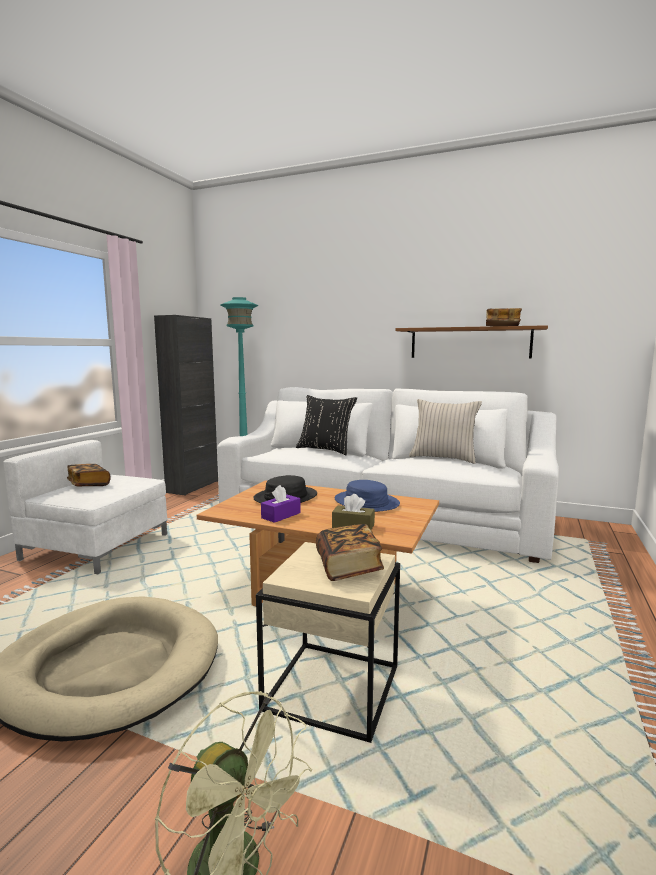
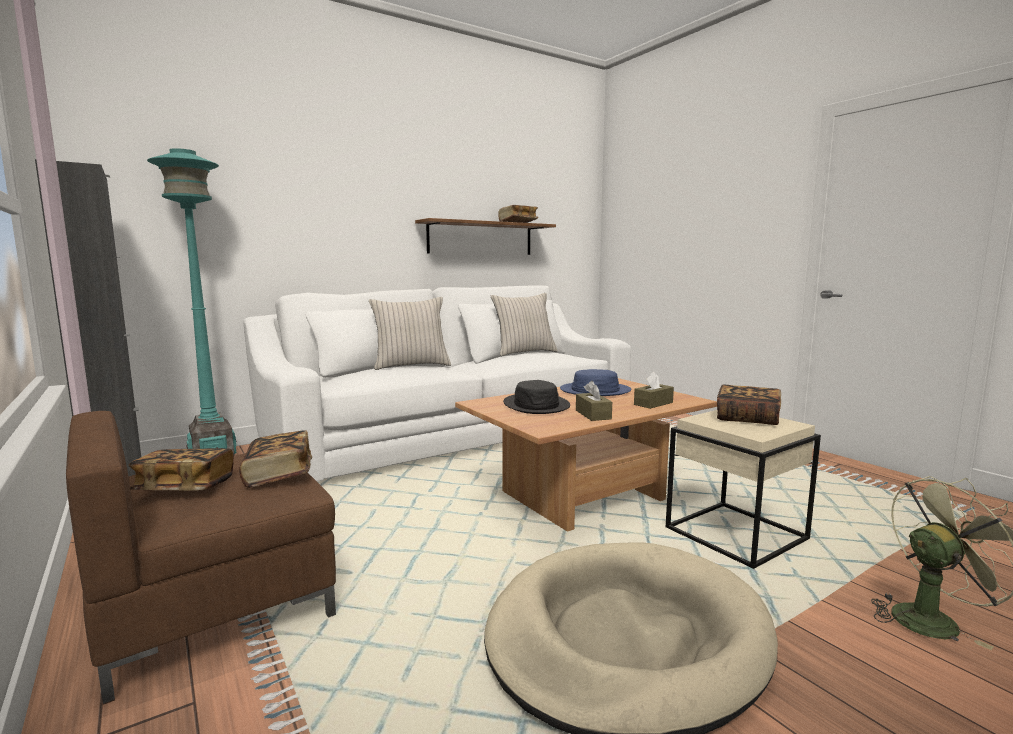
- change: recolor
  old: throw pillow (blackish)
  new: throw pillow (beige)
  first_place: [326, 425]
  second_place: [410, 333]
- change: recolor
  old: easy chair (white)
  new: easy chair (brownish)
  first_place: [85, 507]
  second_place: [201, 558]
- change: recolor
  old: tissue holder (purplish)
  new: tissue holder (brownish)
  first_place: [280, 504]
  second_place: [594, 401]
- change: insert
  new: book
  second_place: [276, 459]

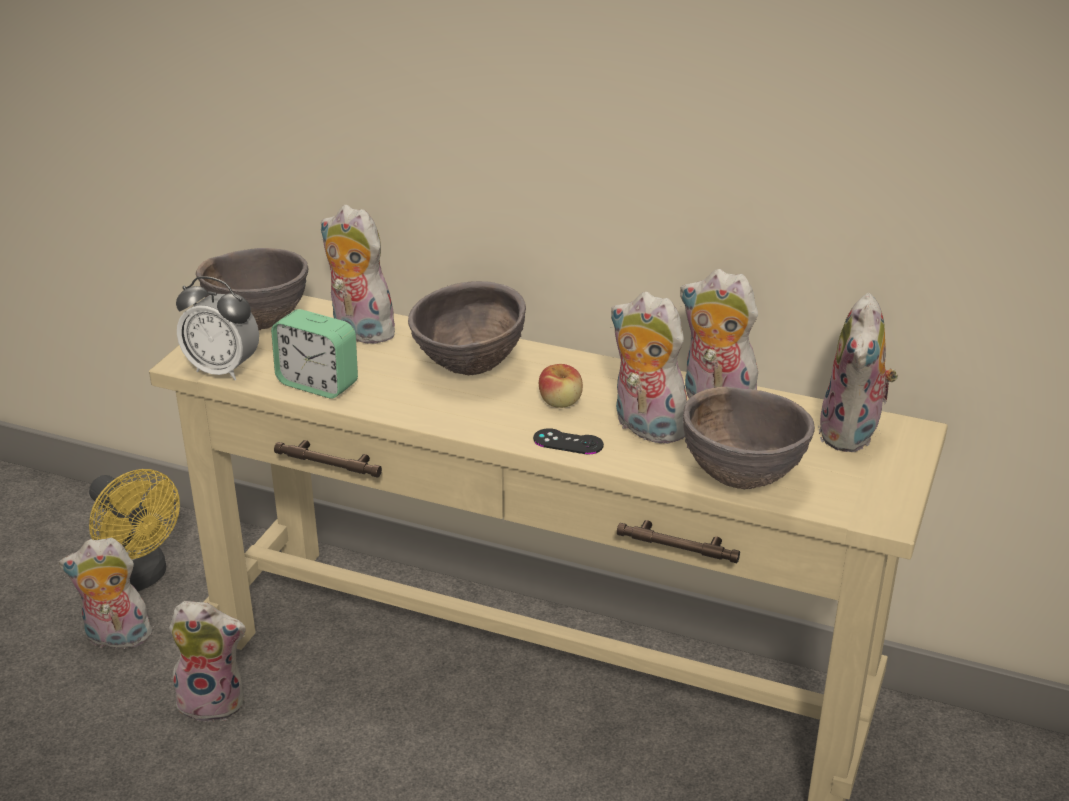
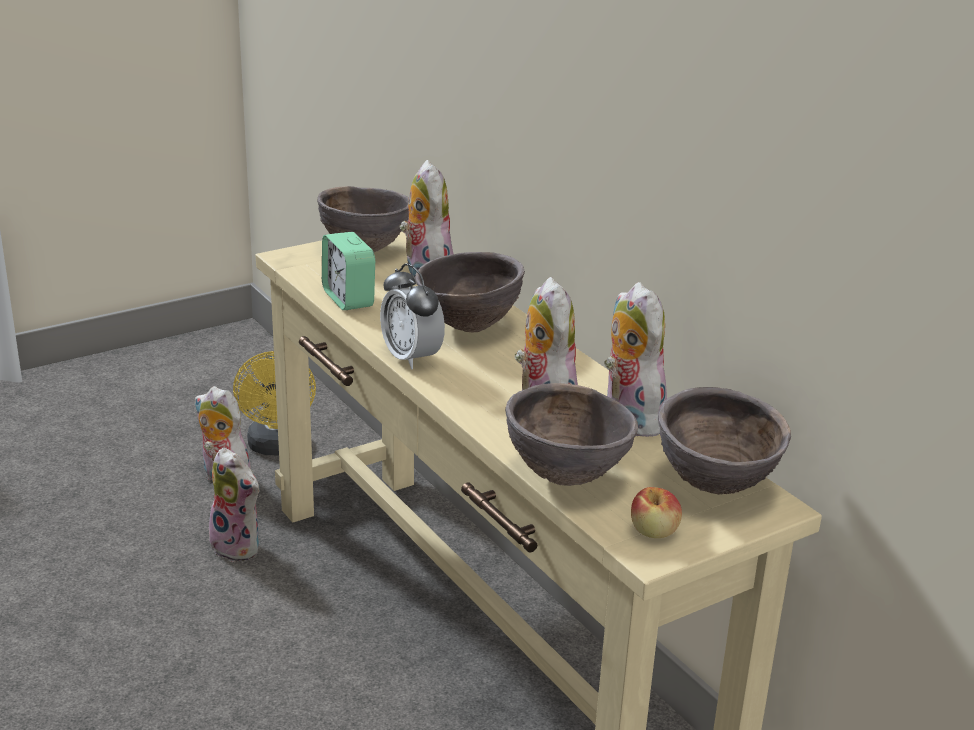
- change: move
  old: table clock
  first_place: [217, 328]
  second_place: [412, 316]
- change: replace
  old: plush toy
  new: bowl (brownish)
  first_place: [858, 372]
  second_place: [724, 441]
- change: move
  old: whole apple
  first_place: [561, 386]
  second_place: [656, 512]
- change: delete
  old: gamepad (blackish)
  first_place: [568, 441]

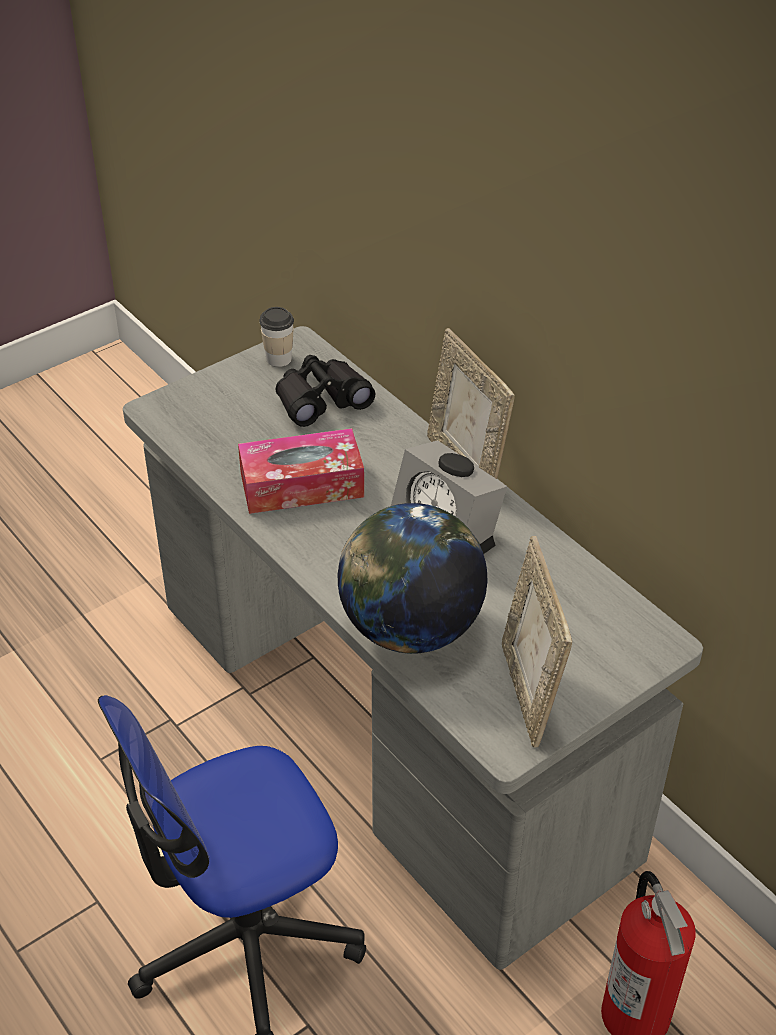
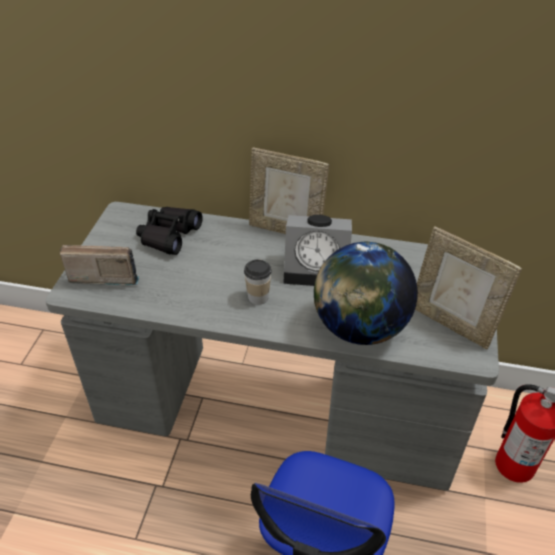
- change: move
  old: small cup
  first_place: [276, 337]
  second_place: [258, 282]
- change: delete
  old: tissue holder
  first_place: [301, 471]
- change: insert
  new: radio receiver
  second_place: [99, 265]

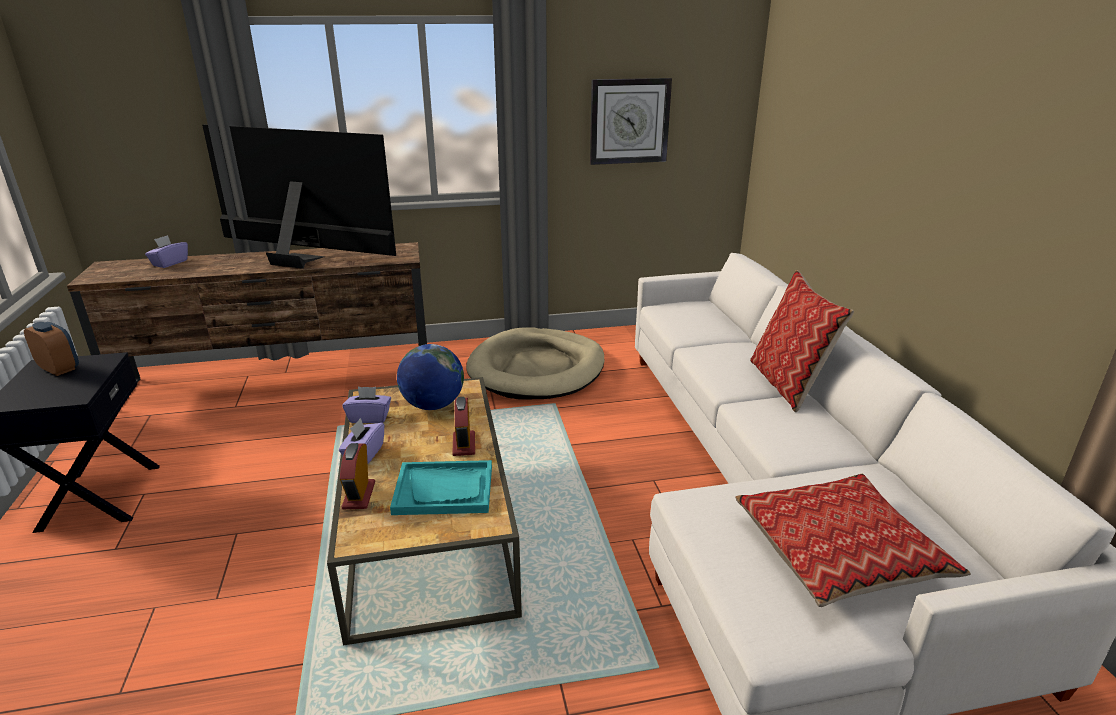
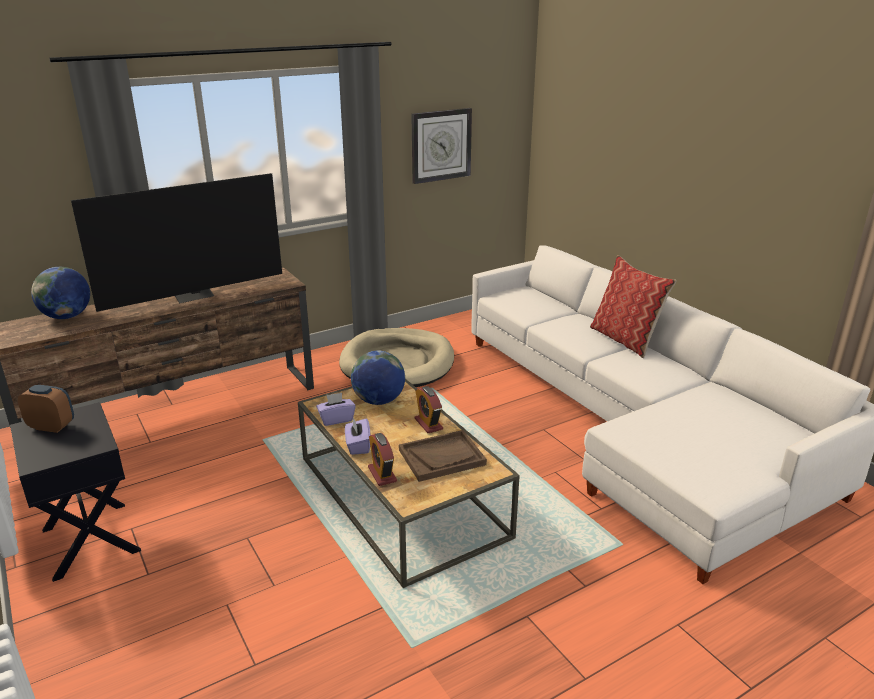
- change: rotate
  old: television
  first_place: [299, 196]
  second_place: [176, 242]
  degrees: 150
- change: replace
  old: tissue holder (purplish)
  new: globe
  first_place: [166, 251]
  second_place: [60, 293]
- change: recolor
  old: serving tray (turquoise)
  new: serving tray (brownish)
  first_place: [441, 487]
  second_place: [443, 456]
- change: delete
  old: throw pillow
  first_place: [853, 540]

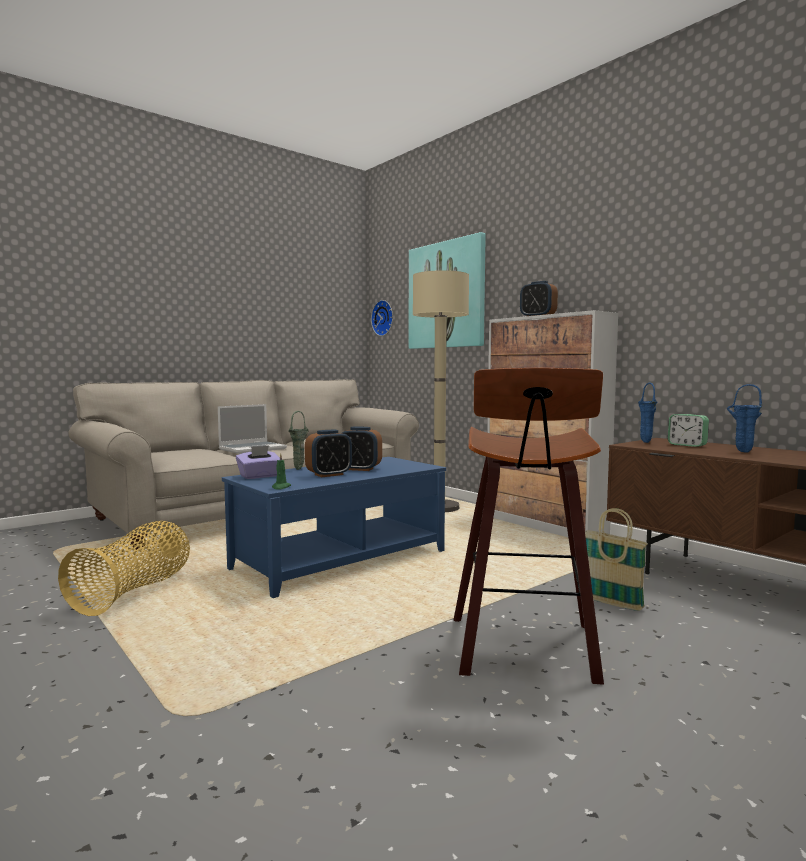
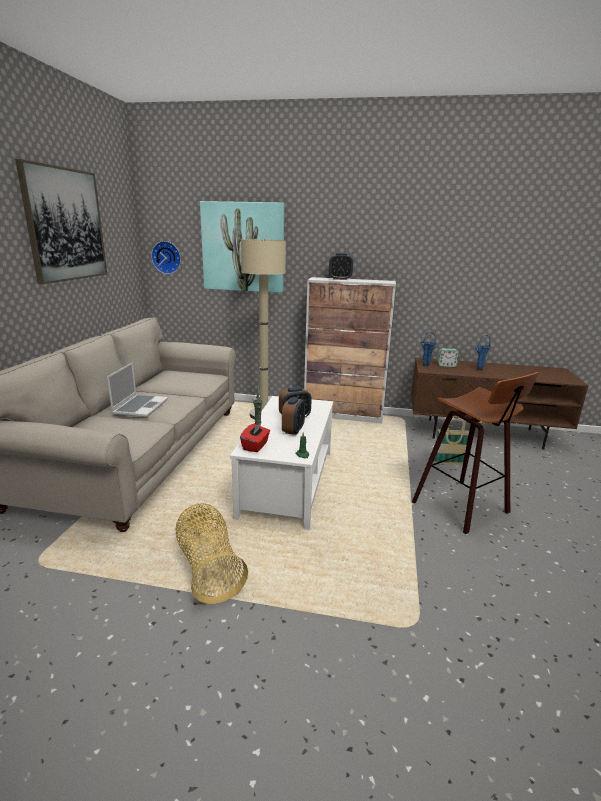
- change: recolor
  old: tissue holder (purplish)
  new: tissue holder (red)
  first_place: [258, 462]
  second_place: [255, 437]
- change: recolor
  old: lounge table (blue-coloured)
  new: lounge table (white)
  first_place: [334, 527]
  second_place: [281, 463]
- change: insert
  new: picture
  second_place: [61, 221]

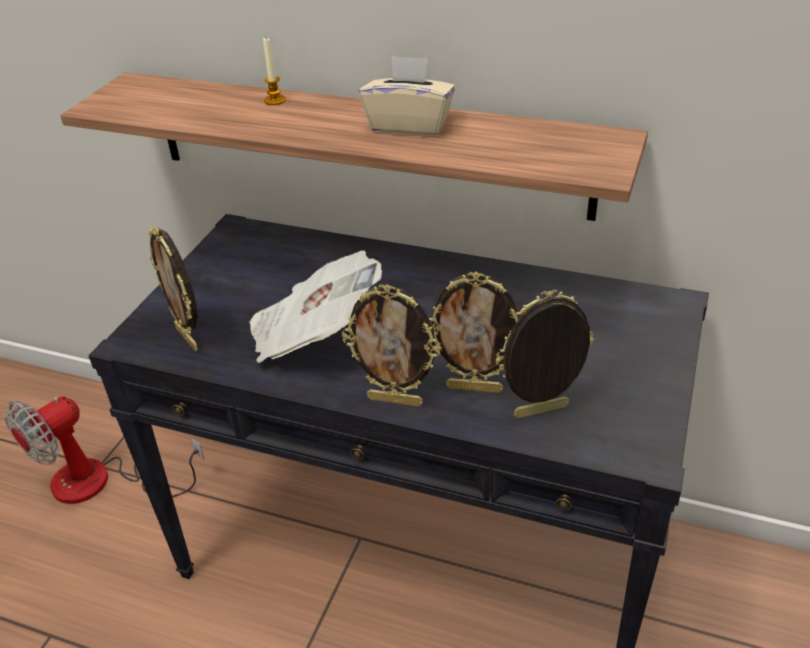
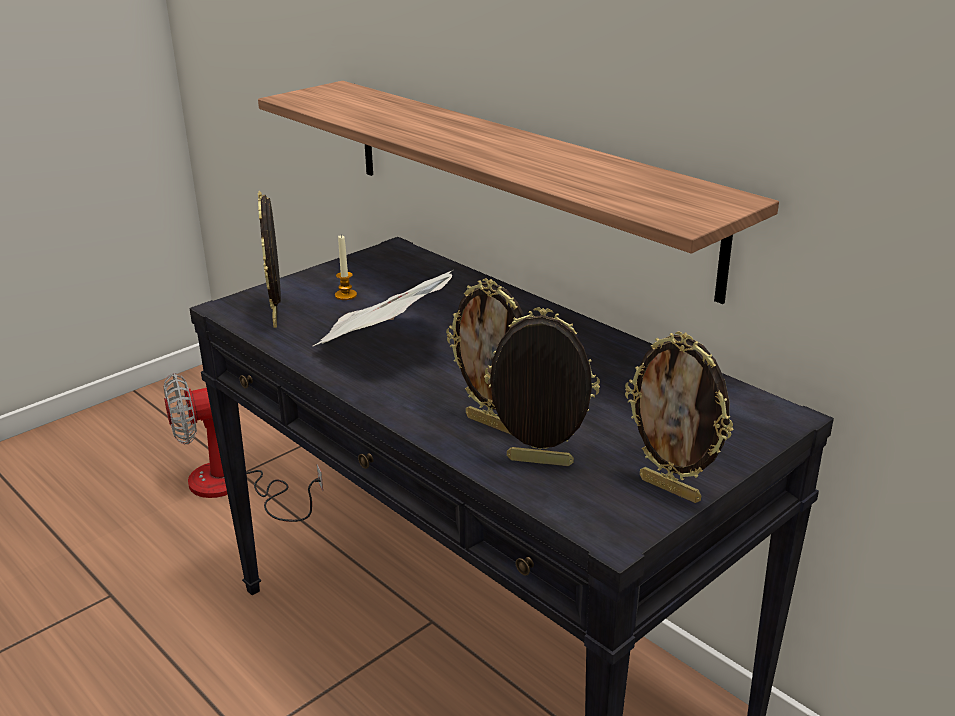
- change: move
  old: wax candle
  first_place: [274, 71]
  second_place: [346, 267]
- change: delete
  old: tissue holder (beige)
  first_place: [407, 96]
- change: move
  old: photo frame
  first_place: [391, 345]
  second_place: [679, 417]

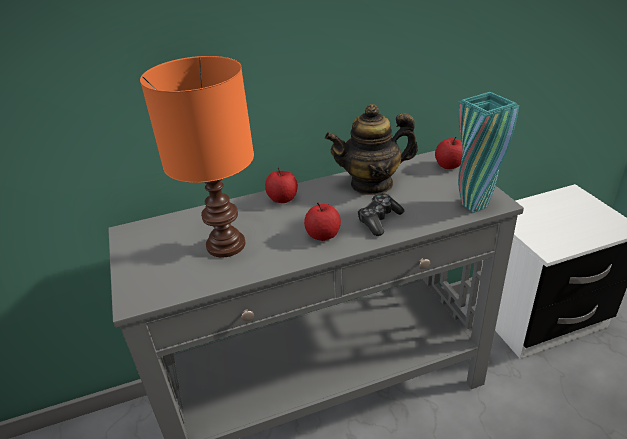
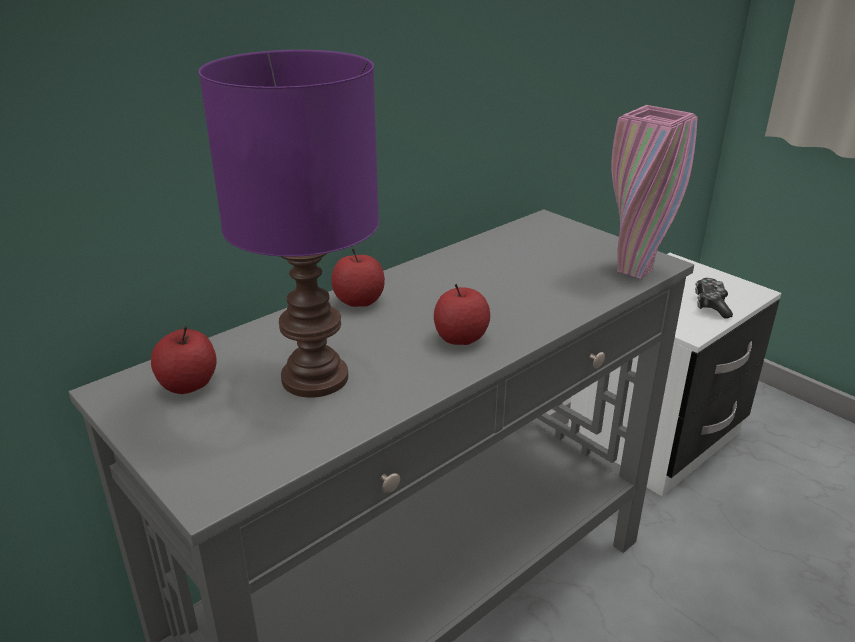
- change: recolor
  old: lamp for a table (orange)
  new: lamp for a table (purplish)
  first_place: [197, 156]
  second_place: [289, 224]
- change: recolor
  old: decorative vase (turquoise)
  new: decorative vase (pinkish)
  first_place: [488, 152]
  second_place: [654, 192]
- change: delete
  old: teapot
  first_place: [371, 149]
- change: move
  old: whole apple
  first_place: [449, 152]
  second_place: [183, 360]
- change: move
  old: gamepad
  first_place: [380, 214]
  second_place: [714, 298]

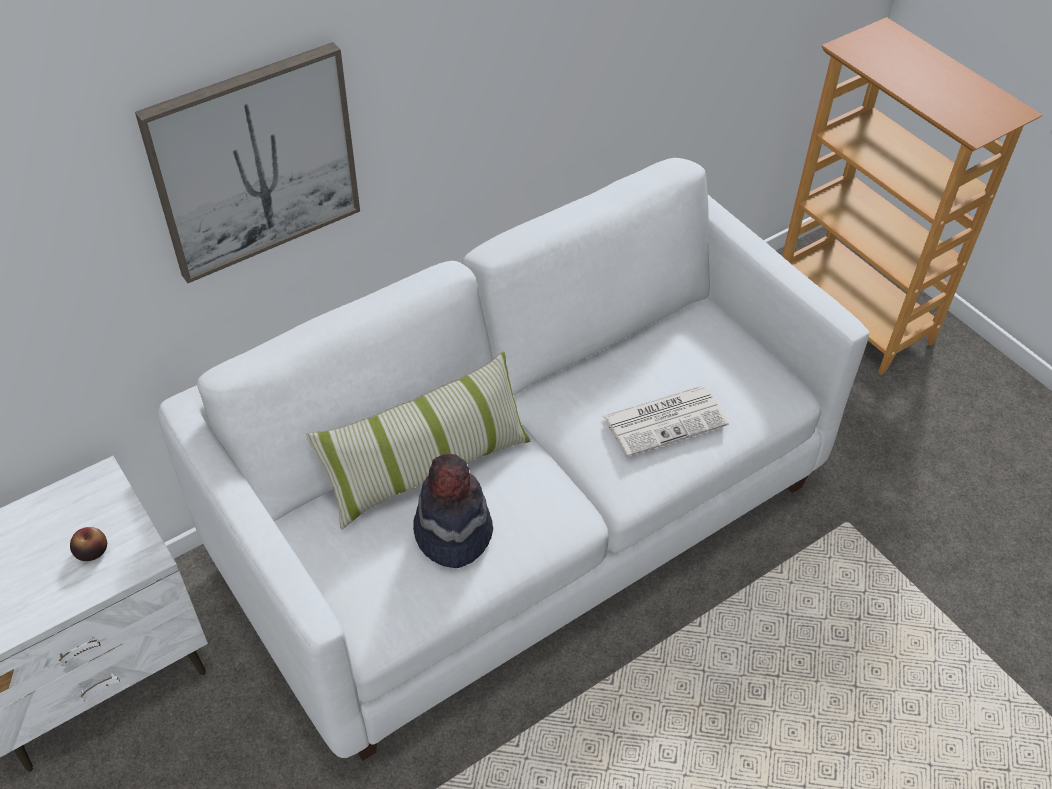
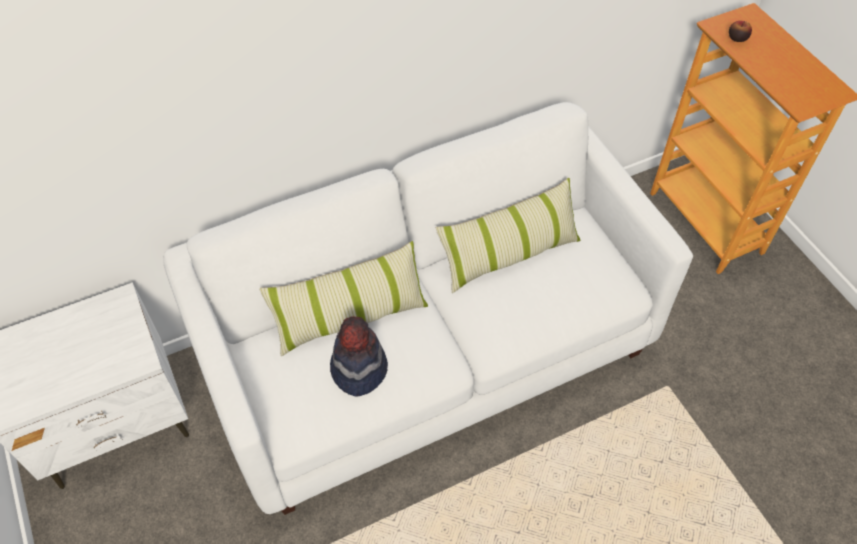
- change: delete
  old: picture
  first_place: [247, 162]
- change: delete
  old: printed paper
  first_place: [666, 421]
- change: move
  old: whole apple
  first_place: [88, 544]
  second_place: [740, 31]
- change: insert
  new: throw pillow
  second_place: [508, 235]

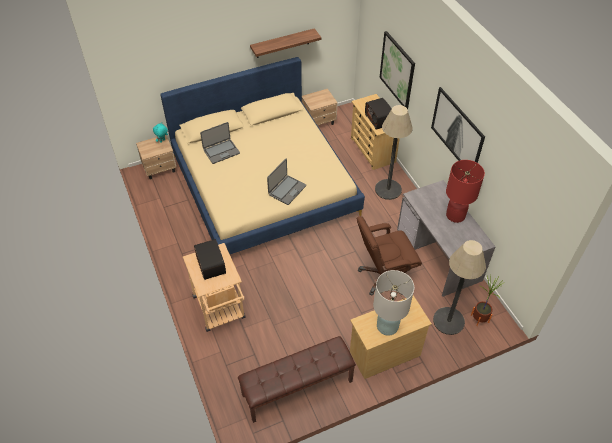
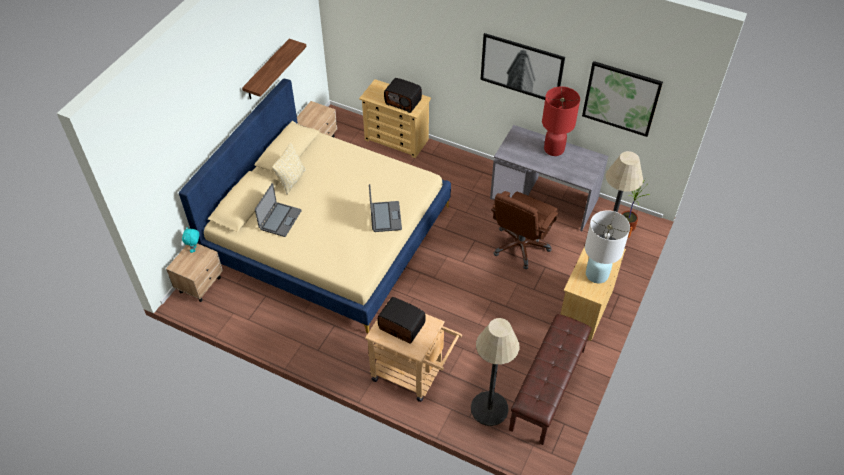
- change: move
  old: picture
  first_place: [397, 70]
  second_place: [622, 99]
- change: move
  old: standing lamp
  first_place: [394, 152]
  second_place: [495, 372]
- change: insert
  new: throw pillow (beige)
  second_place: [289, 168]

